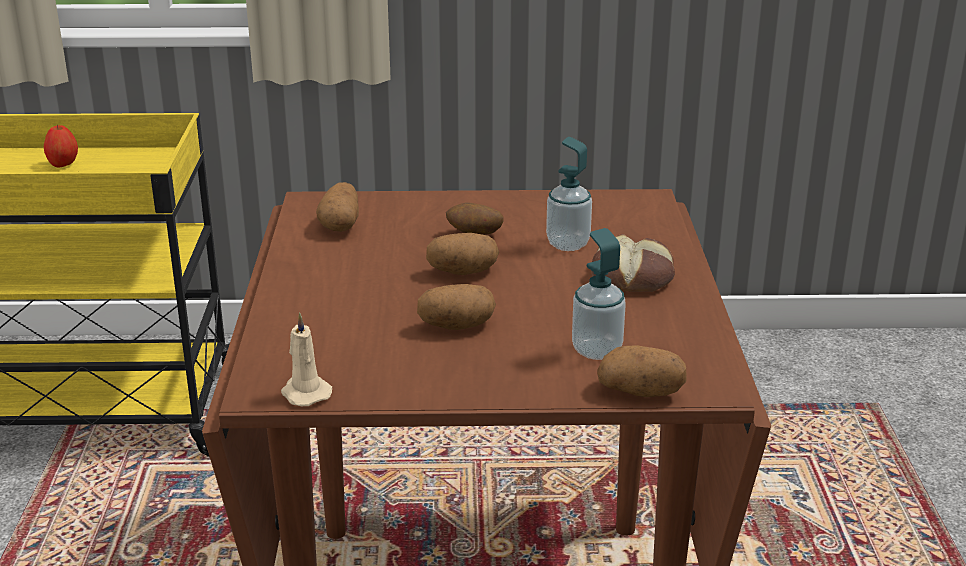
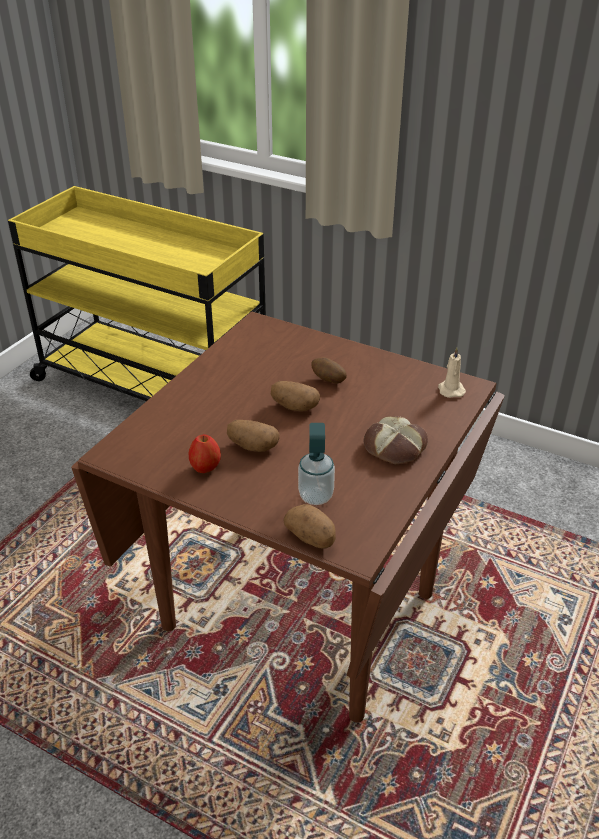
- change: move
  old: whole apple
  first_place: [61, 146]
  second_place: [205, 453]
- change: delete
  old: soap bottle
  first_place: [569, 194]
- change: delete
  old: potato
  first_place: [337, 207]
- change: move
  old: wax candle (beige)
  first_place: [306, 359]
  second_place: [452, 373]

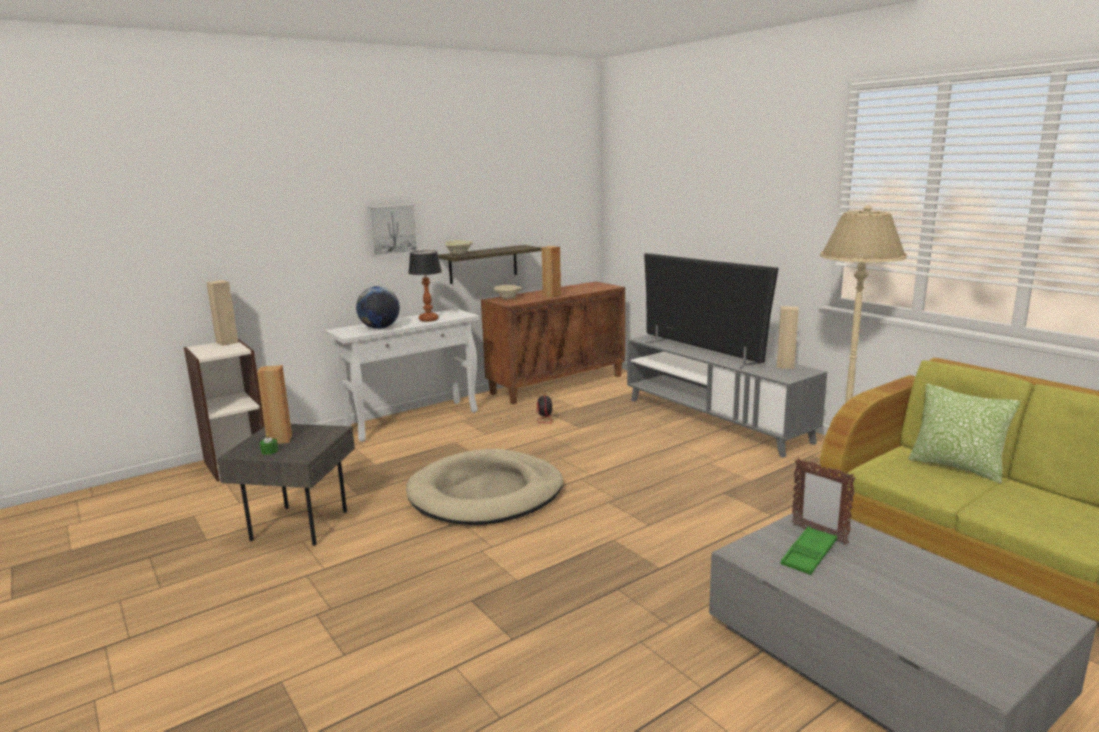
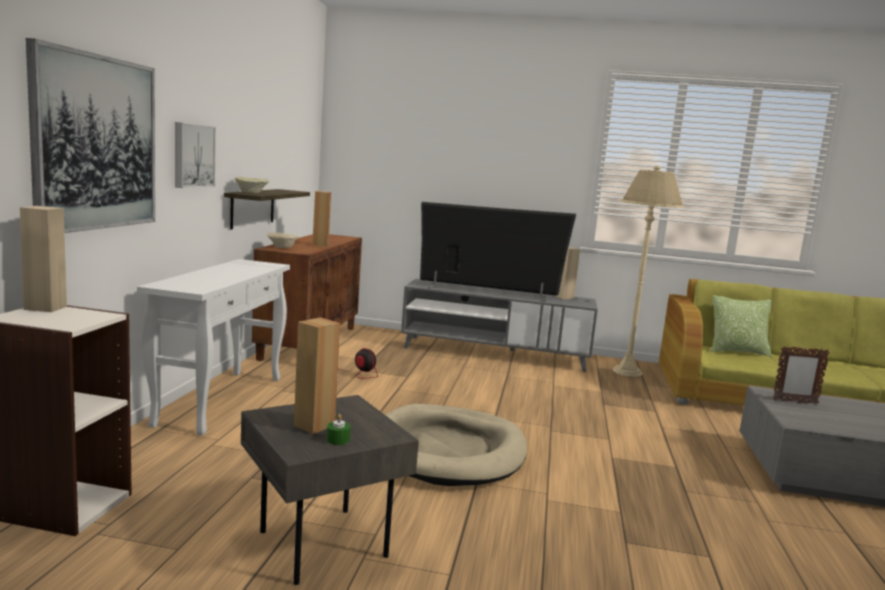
- change: delete
  old: lamp for a table
  first_place: [425, 286]
- change: delete
  old: globe
  first_place: [378, 307]
- change: delete
  old: serving tray (green)
  first_place: [809, 550]
- change: insert
  new: picture
  second_place: [90, 135]

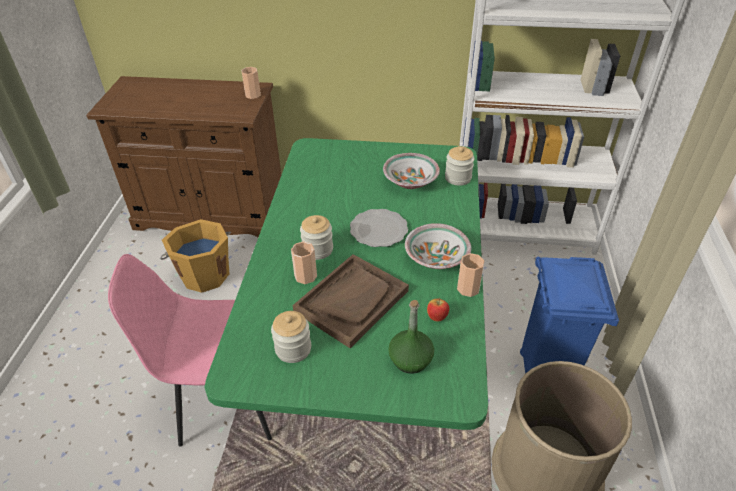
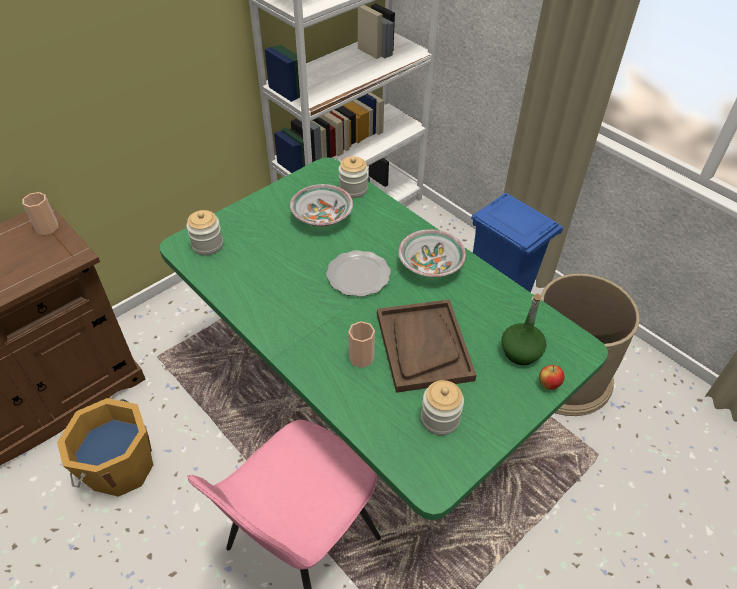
- change: move
  old: preserve jar
  first_place: [316, 237]
  second_place: [204, 232]
- change: delete
  old: small cup
  first_place: [470, 275]
- change: move
  old: whole apple
  first_place: [438, 310]
  second_place: [551, 377]

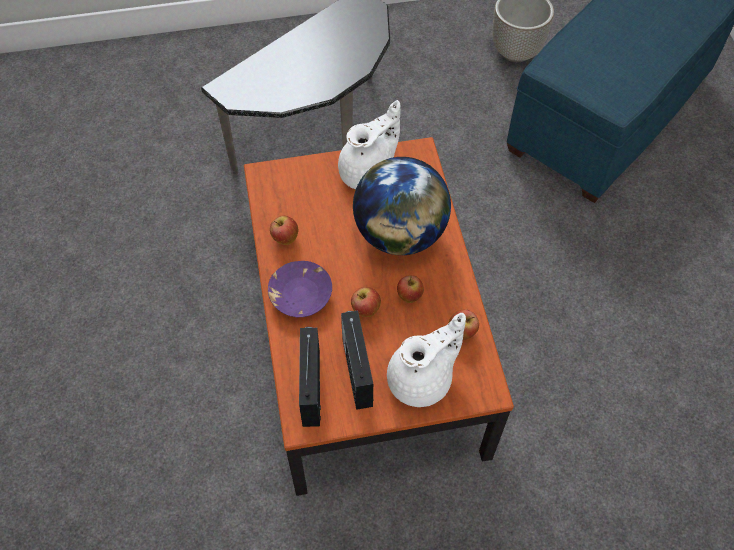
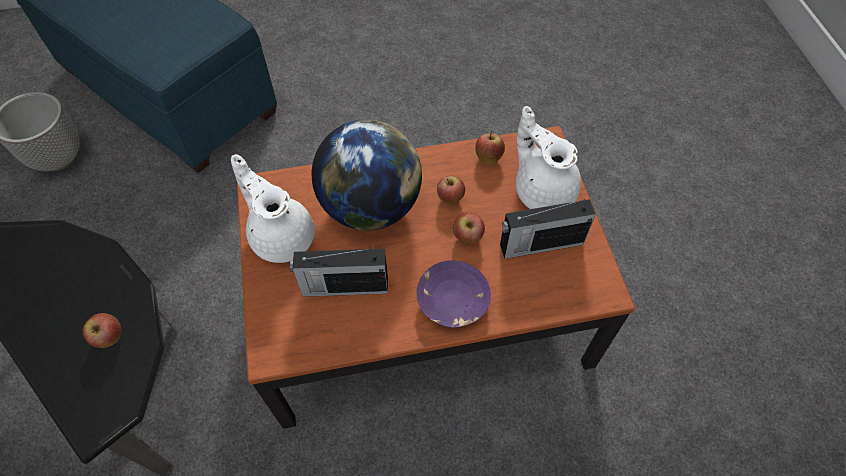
- change: move
  old: whole apple
  first_place: [284, 230]
  second_place: [102, 330]
- change: move
  old: radio receiver
  first_place: [310, 377]
  second_place: [339, 272]

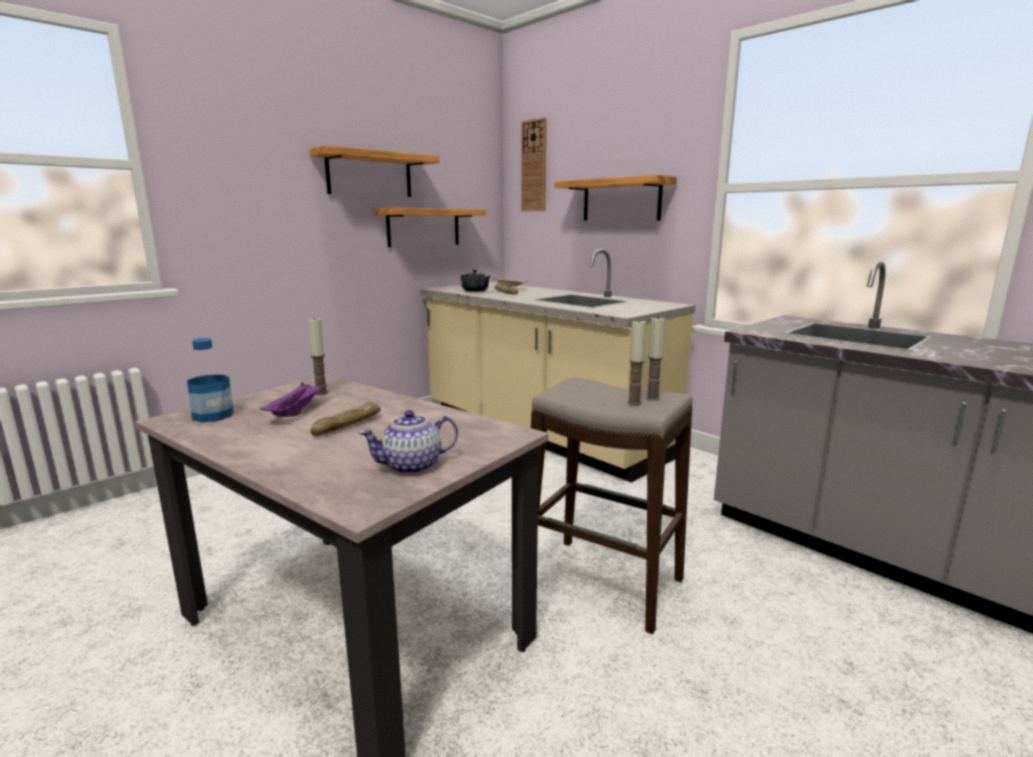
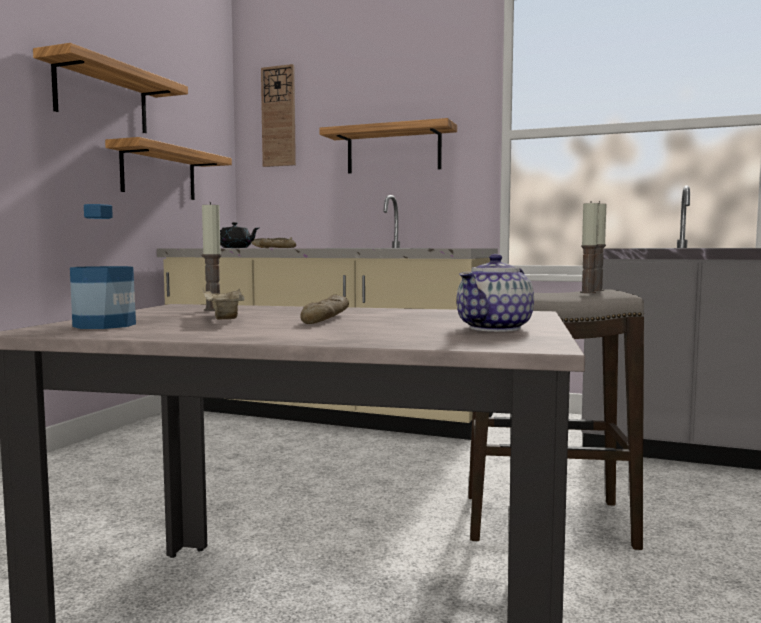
- change: recolor
  old: serving tray (purplish)
  new: serving tray (beige)
  first_place: [294, 399]
  second_place: [223, 303]

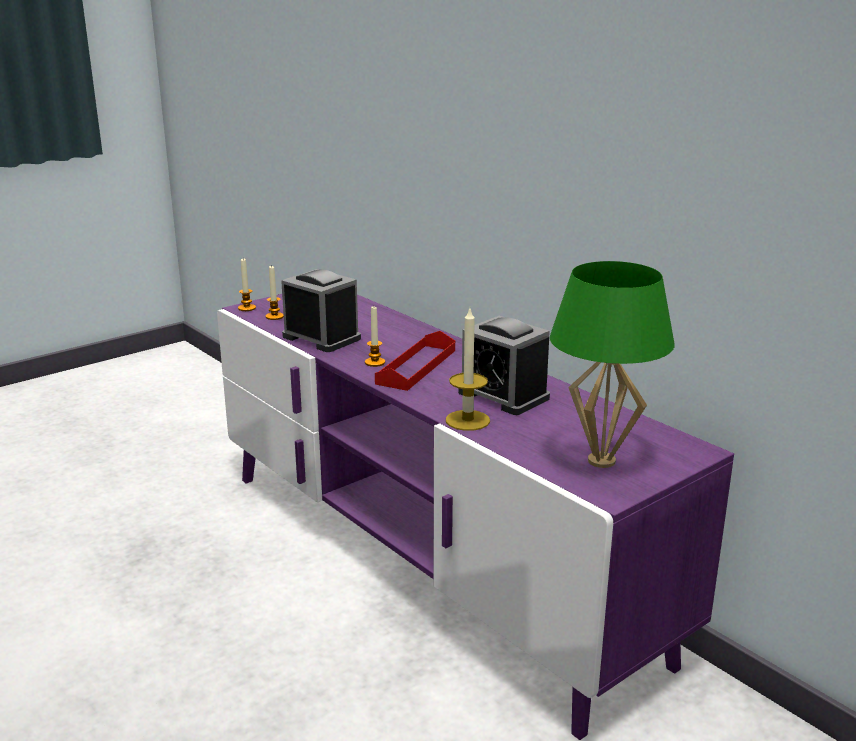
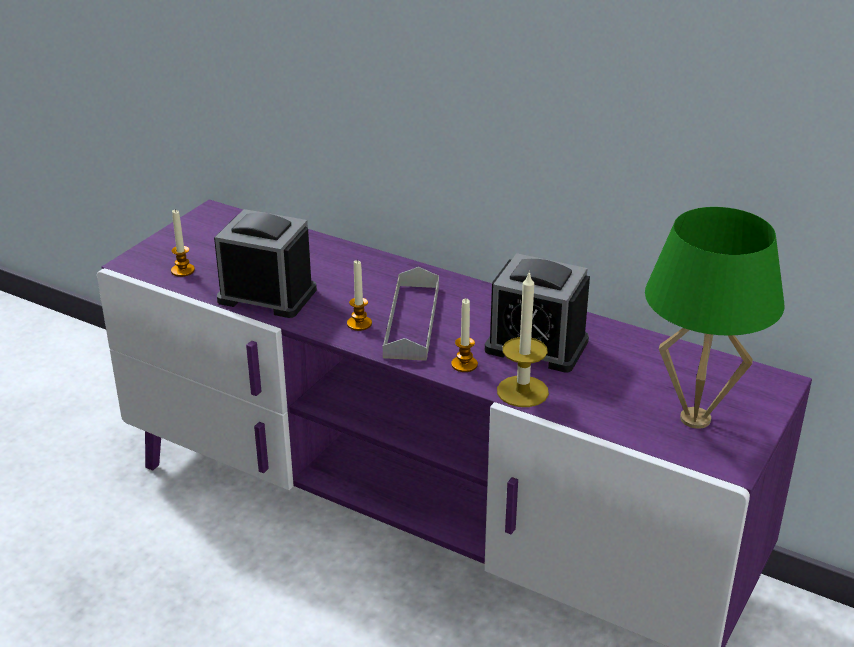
- change: move
  old: wax candle
  first_place: [247, 284]
  second_place: [465, 335]
- change: recolor
  old: serving tray (red)
  new: serving tray (gray)
  first_place: [415, 361]
  second_place: [411, 314]

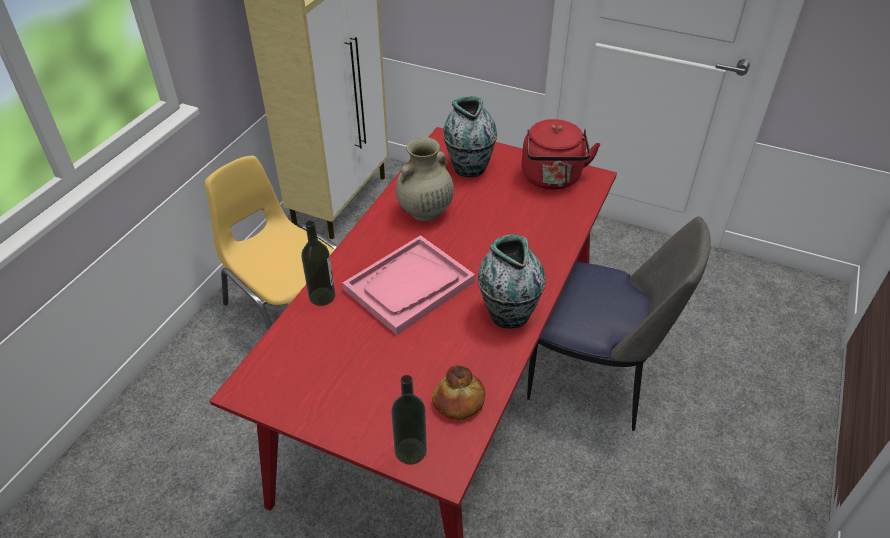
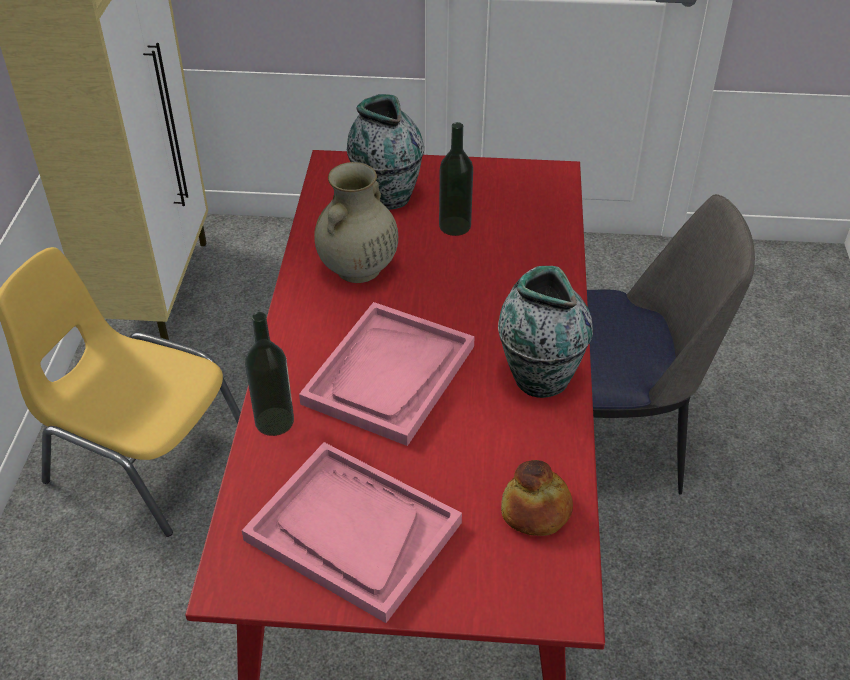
- change: delete
  old: kettle (red)
  first_place: [561, 154]
- change: move
  old: drink bottle
  first_place: [409, 420]
  second_place: [456, 179]
- change: insert
  new: serving tray (pinkish)
  second_place: [352, 532]

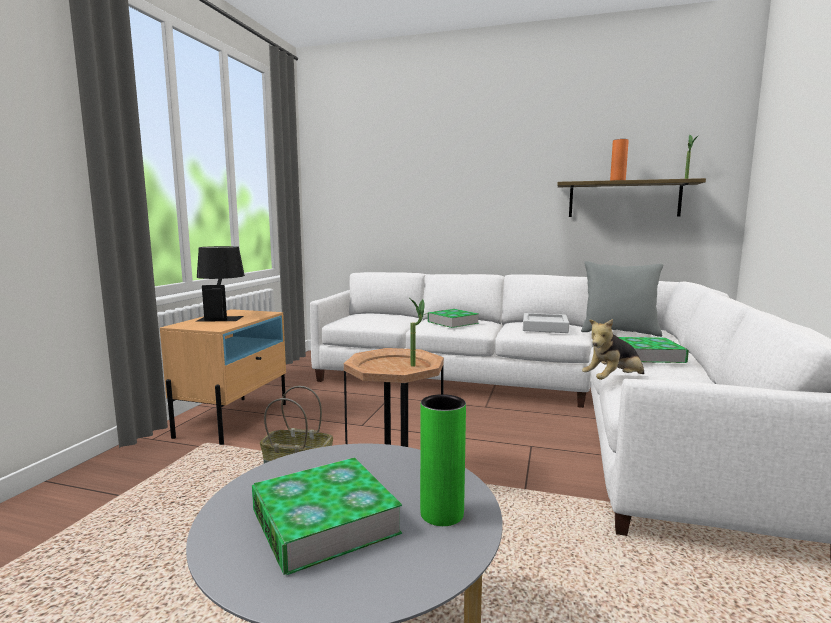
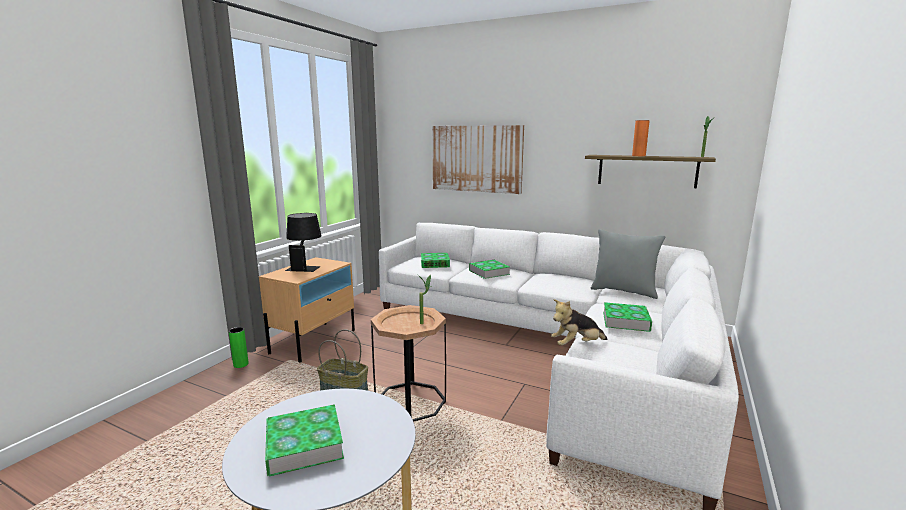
- change: delete
  old: serving tray (gray)
  first_place: [546, 323]
- change: move
  old: decorative vase (green)
  first_place: [443, 460]
  second_place: [239, 347]
- change: insert
  new: picture
  second_place: [478, 159]
- change: insert
  new: book
  second_place: [435, 260]

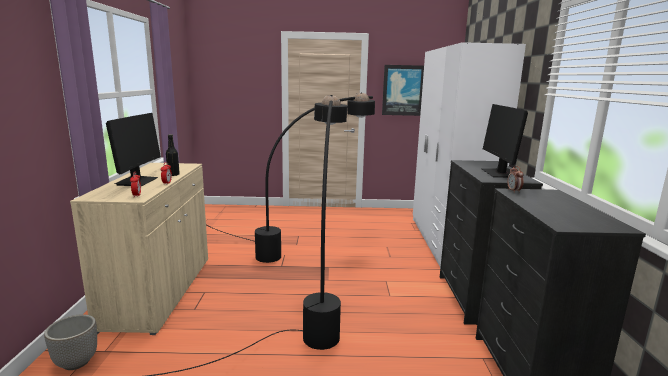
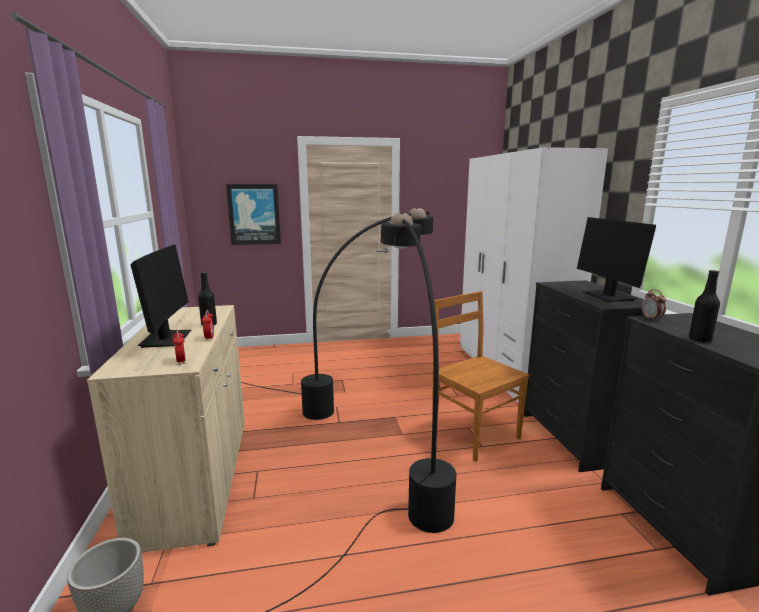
- change: move
  old: picture
  first_place: [403, 90]
  second_place: [253, 214]
- change: insert
  new: drink bottle (blackish)
  second_place: [704, 306]
- change: insert
  new: upright chair (brownish)
  second_place: [480, 376]

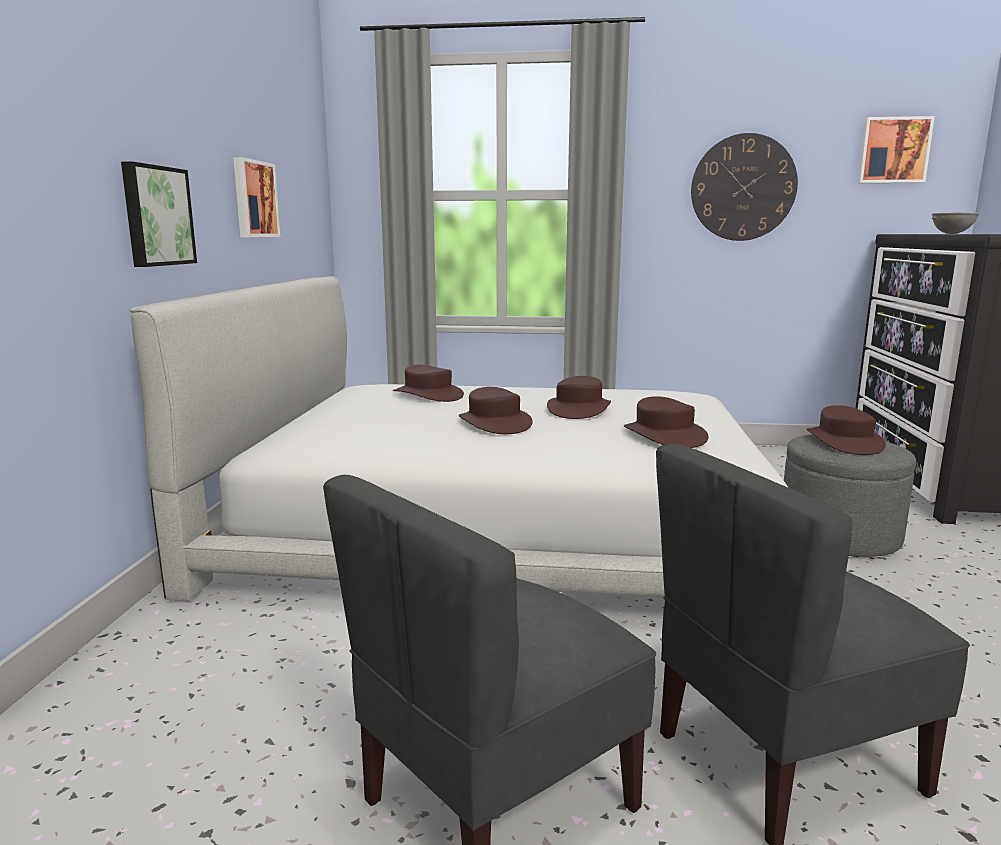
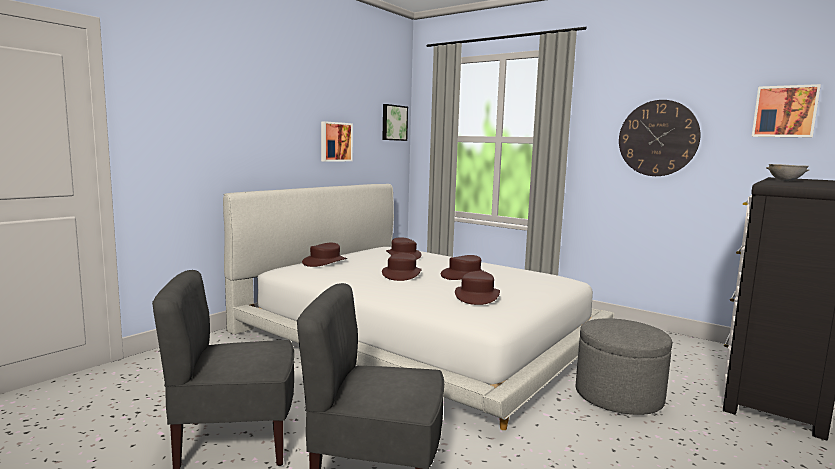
- change: move
  old: picture
  first_place: [159, 214]
  second_place: [395, 122]
- change: move
  old: clothing hat (brownish)
  first_place: [846, 430]
  second_place: [324, 255]

